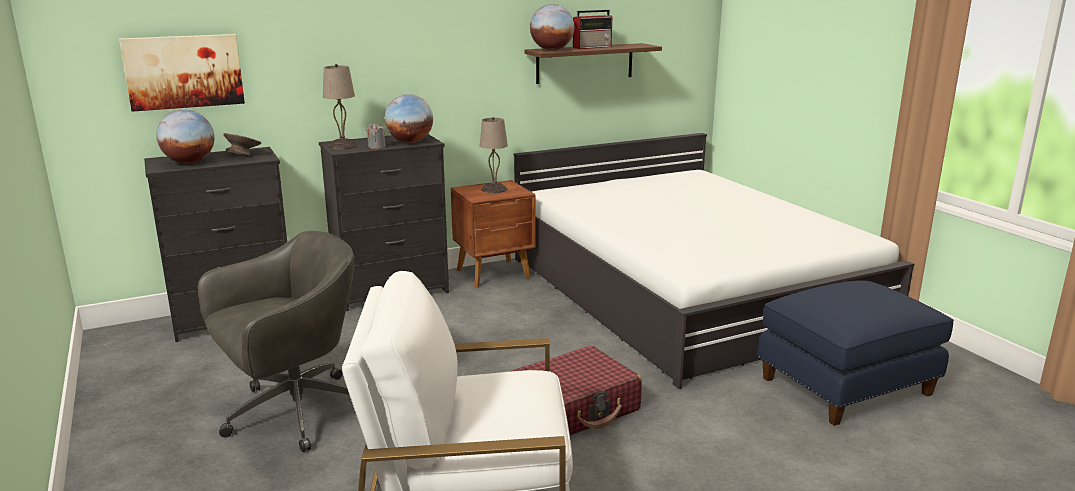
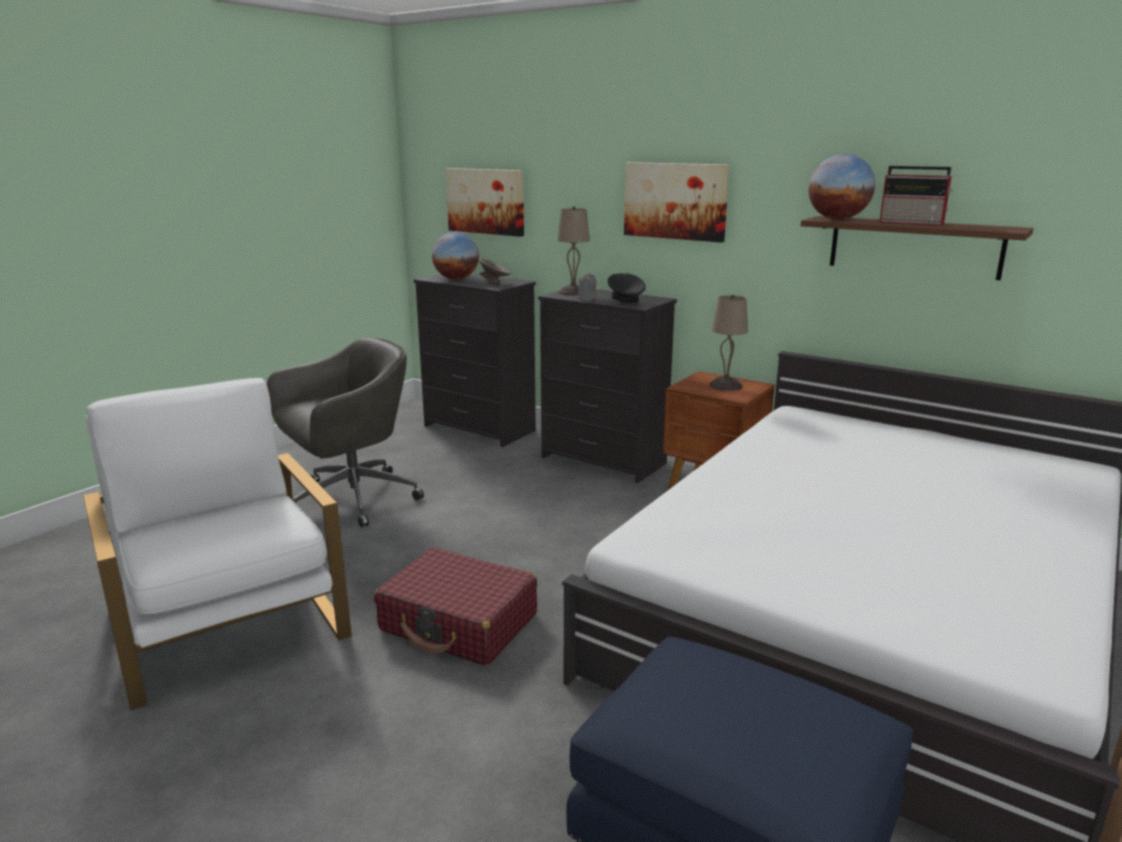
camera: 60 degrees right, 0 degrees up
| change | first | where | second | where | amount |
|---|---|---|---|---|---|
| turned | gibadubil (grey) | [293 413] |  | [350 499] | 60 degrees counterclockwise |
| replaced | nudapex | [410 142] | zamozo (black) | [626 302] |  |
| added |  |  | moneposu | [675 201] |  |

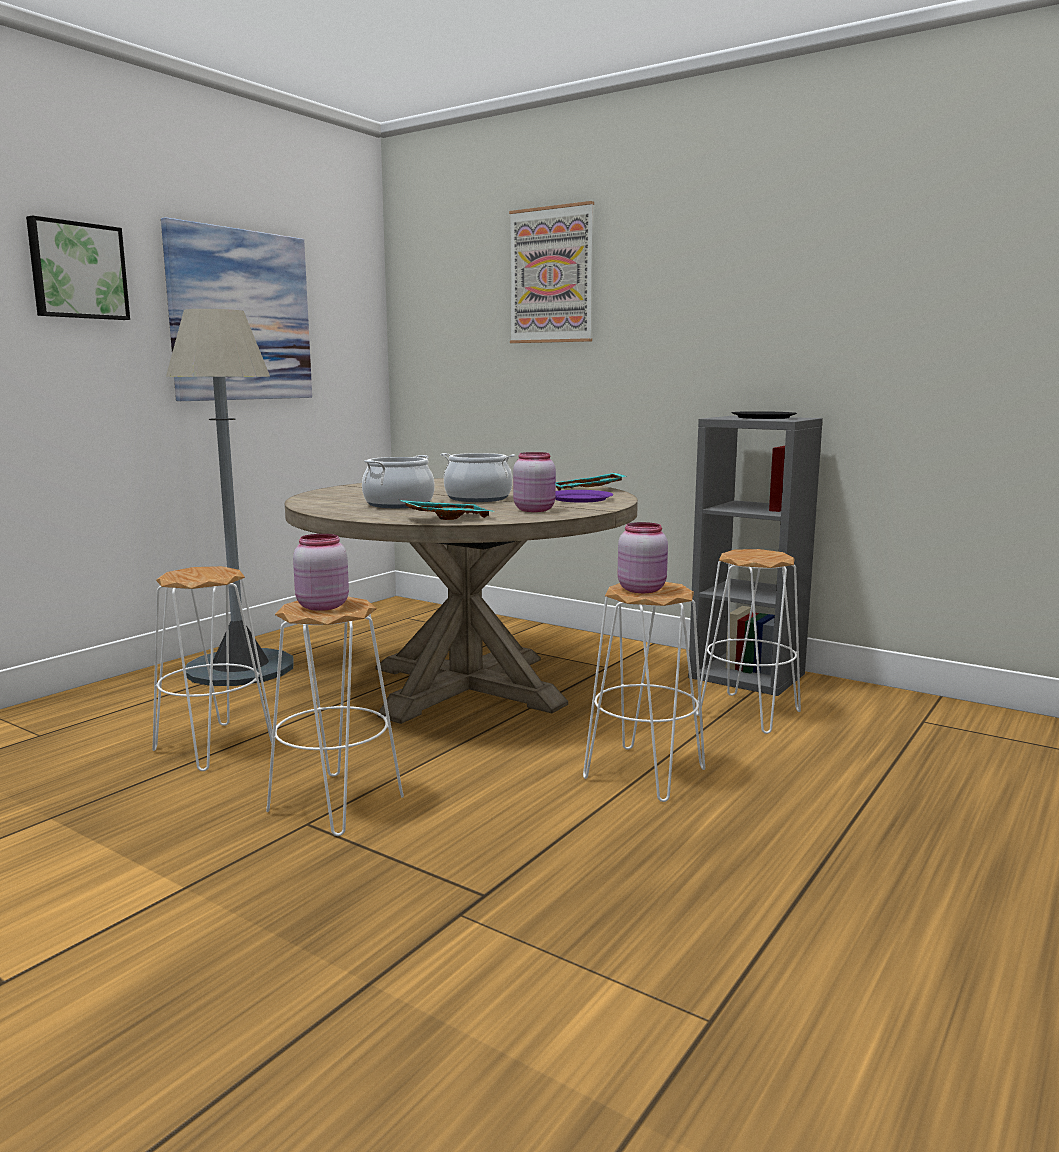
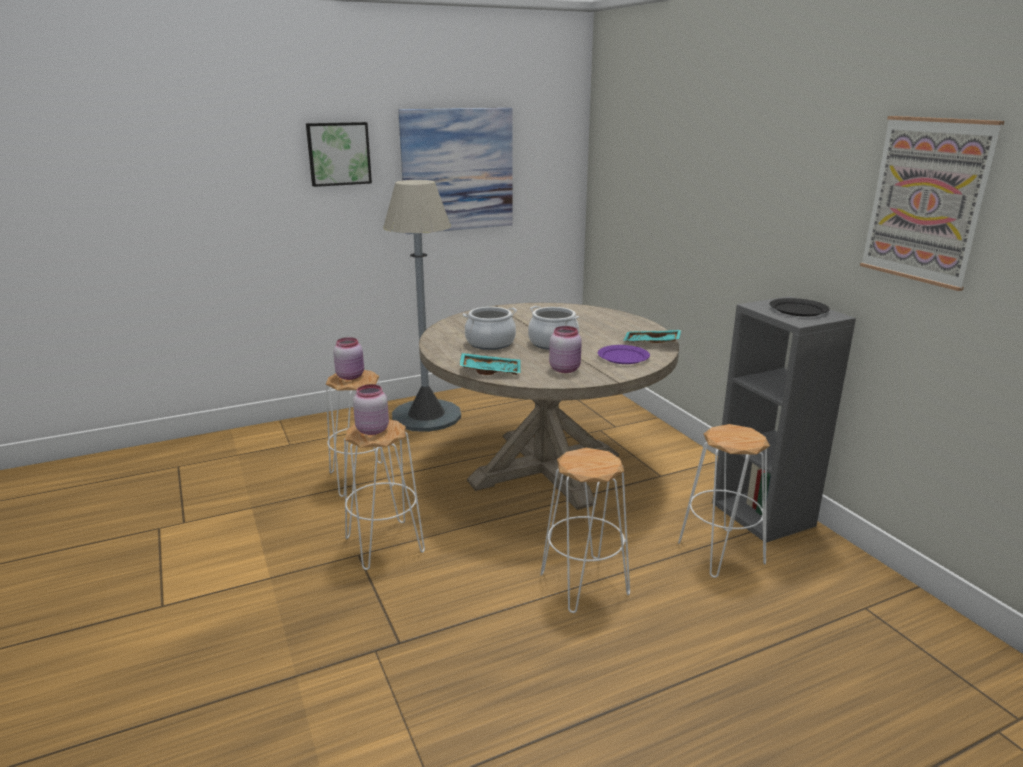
camera: 30 degrees right, 10 degrees up
| change | first | where | second | where | amount |
|---|---|---|---|---|---|
| moved | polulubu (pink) | [642 589] |  | [351 376] |  |
| moved | moneposu | [551 275] |  | [926 200] |  |

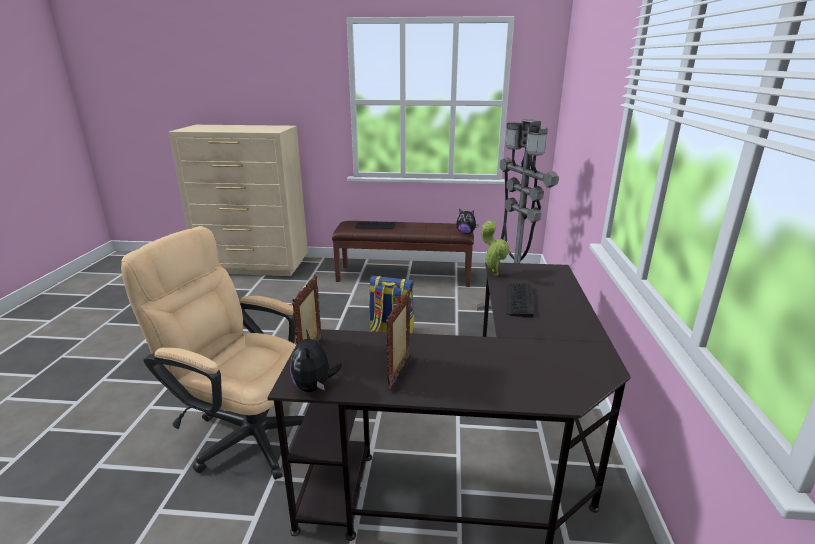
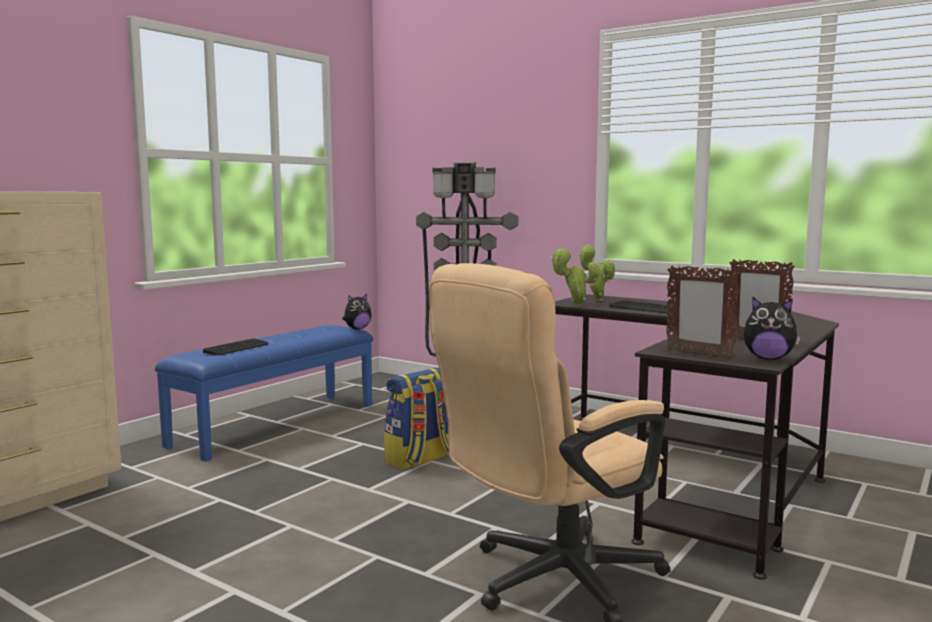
camera: 60 degrees left, 15 degrees down
| change | first | where | second | where | amount |
|---|---|---|---|---|---|
| recoloured | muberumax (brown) | [404 275] | muberumax (blue) | [276 424] |  |
| added |  |  | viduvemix | [597 300] |  |

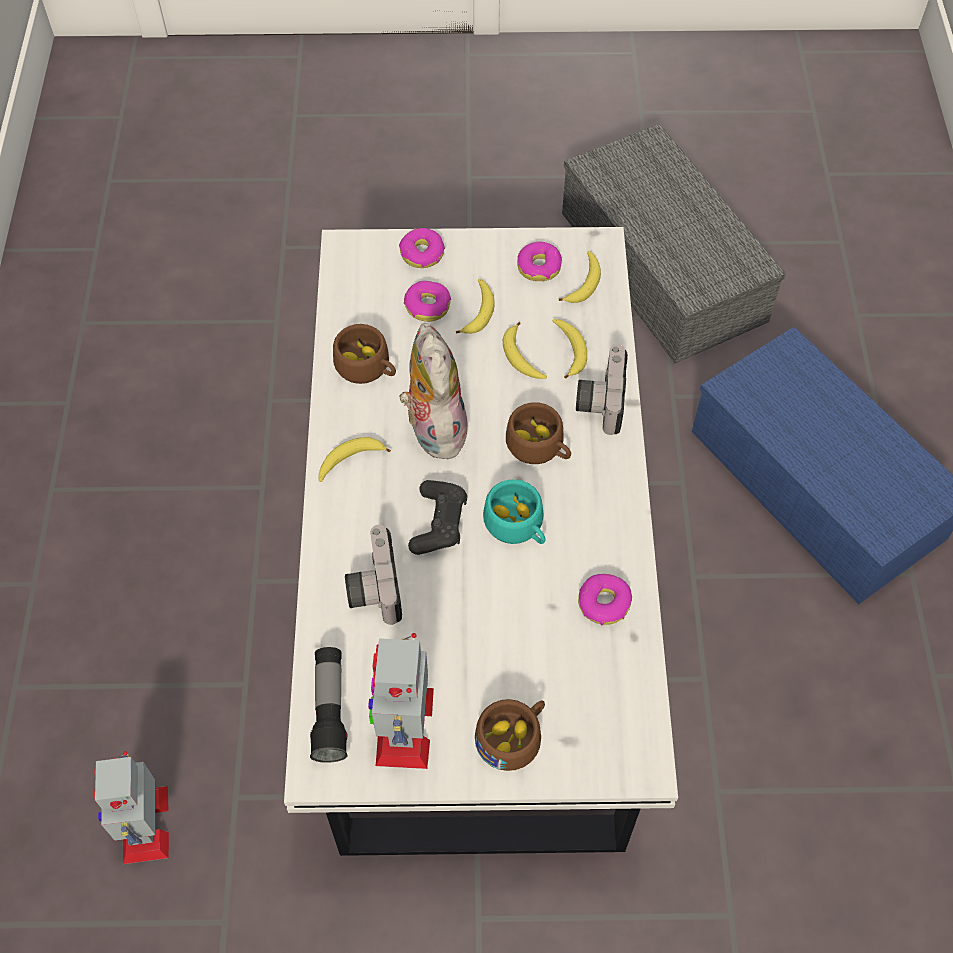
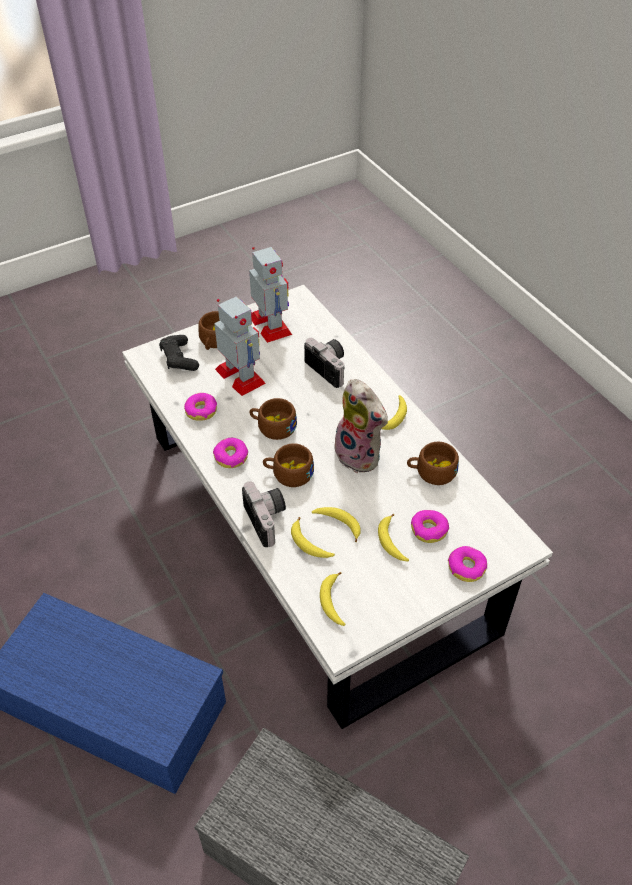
camera: 150 degrees right, 10 degrees down
| change | first | where | second | where | amount |
|---|---|---|---|---|---|
| moved | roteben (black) | [439 523] |  | [179 359] |  |
| moved | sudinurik | [539 267] |  | [231 457] |  |
| moved | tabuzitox | [145 823] |  | [241 376] |  |
| recoloured | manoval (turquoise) | [518 526] | manoval (brown) | [273 426] |  |
| removed | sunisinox | [330 709] |  |  |  |

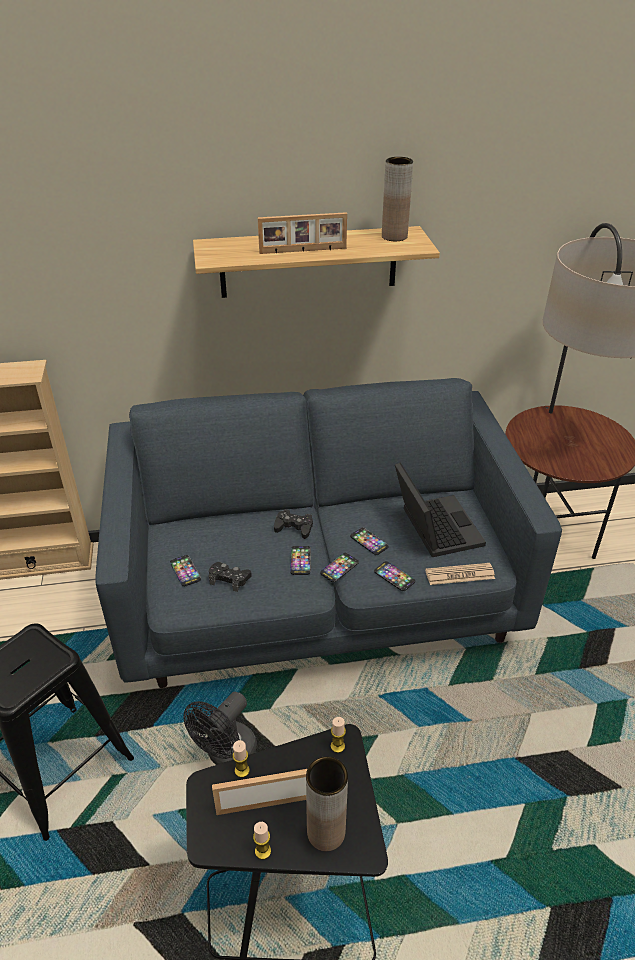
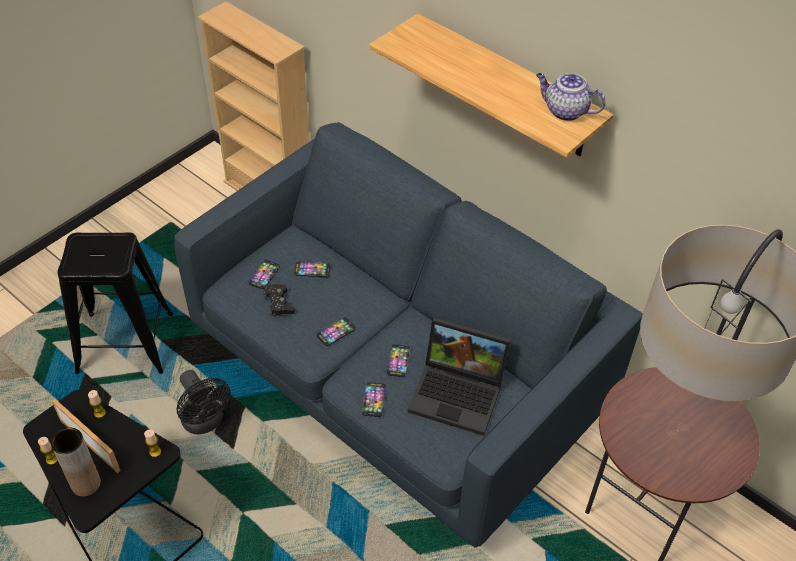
camera: 50 degrees right, 10 degrees up
| change | first | where | second | where | amount |
|---|---|---|---|---|---|
| turned | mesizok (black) | [226 755] |  | [205 422] | 120 degrees counterclockwise |
| moved | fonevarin | [339 568] |  | [312 270] |  |
| turned | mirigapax | [433 527] |  | [459 393] | 75 degrees clockwise |
| replaced | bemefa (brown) | [394 236] | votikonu | [565 111] |  |
| removed | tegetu | [303 251] |  |  |  |
| removed | roteben (black) | [294 527] |  |  |  |
| removed | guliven | [460 574] |  |  |  |

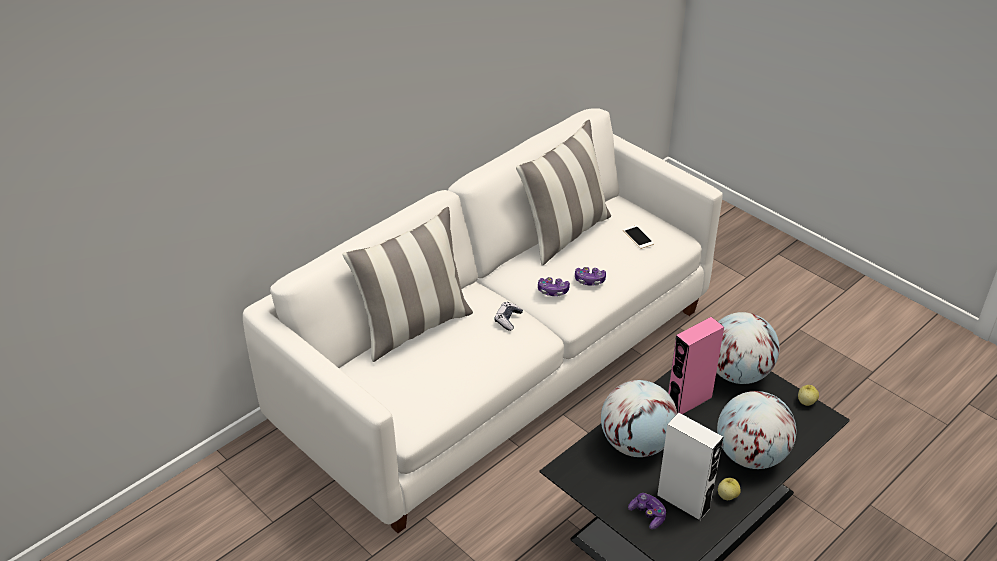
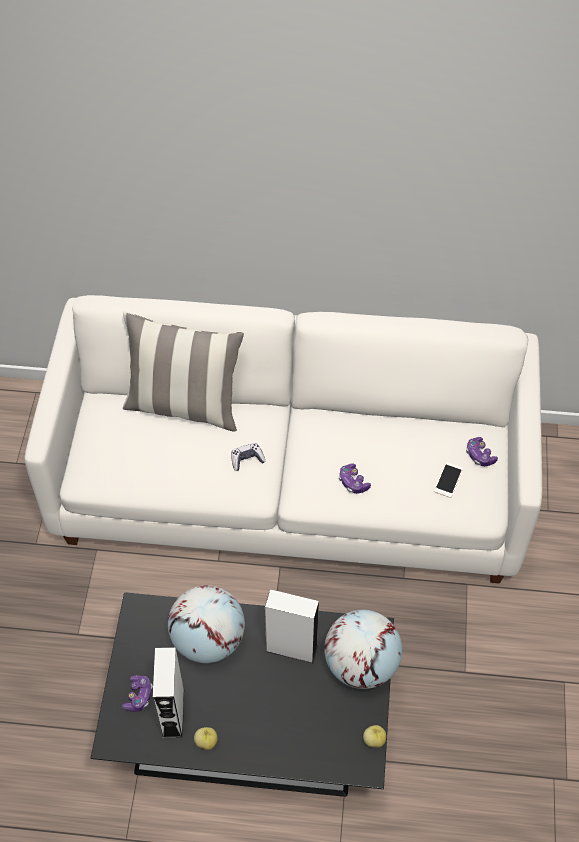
camera: 50 degrees right, 15 degrees up
| change | first | where | second | where | amount |
|---|---|---|---|---|---|
| recoloured | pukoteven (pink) | [689 402] | pukoteven (white) | [291 648] |  |
| moved | roteben | [553 291] |  | [479 455] |  |
| removed | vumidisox | [564 233] |  |  |  |
| removed | nudapex | [750 455] |  |  |  |

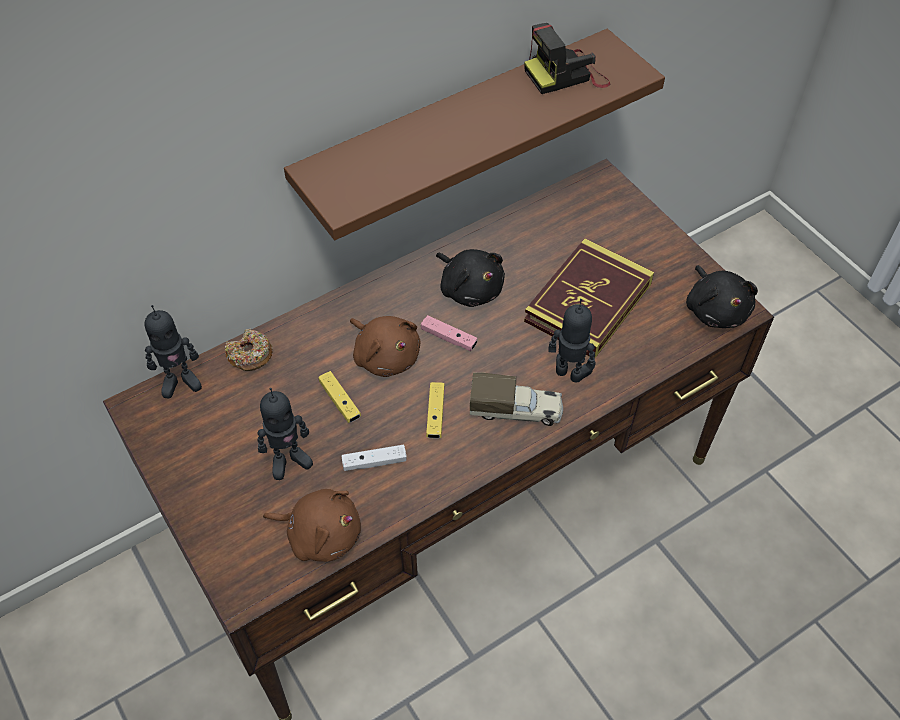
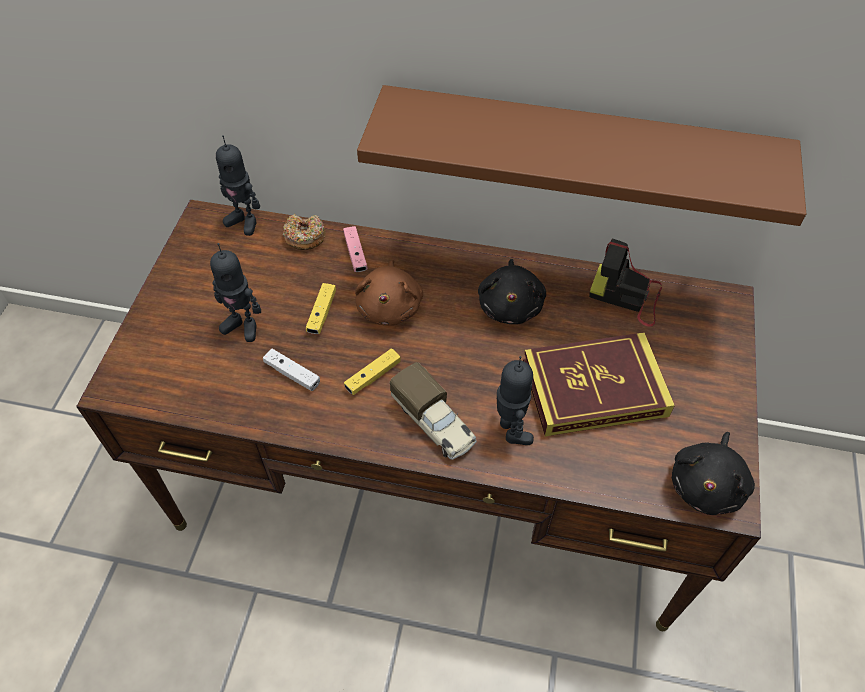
camera: 45 degrees right, 0 degrees up
| change | first | where | second | where | amount |
|---|---|---|---|---|---|
| moved | roteben (pink) | [448 338] |  | [355 254] |  |
| moved | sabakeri | [566 75] |  | [627 296] |  |
| removed | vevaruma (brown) | [321 534] |  |  |  |

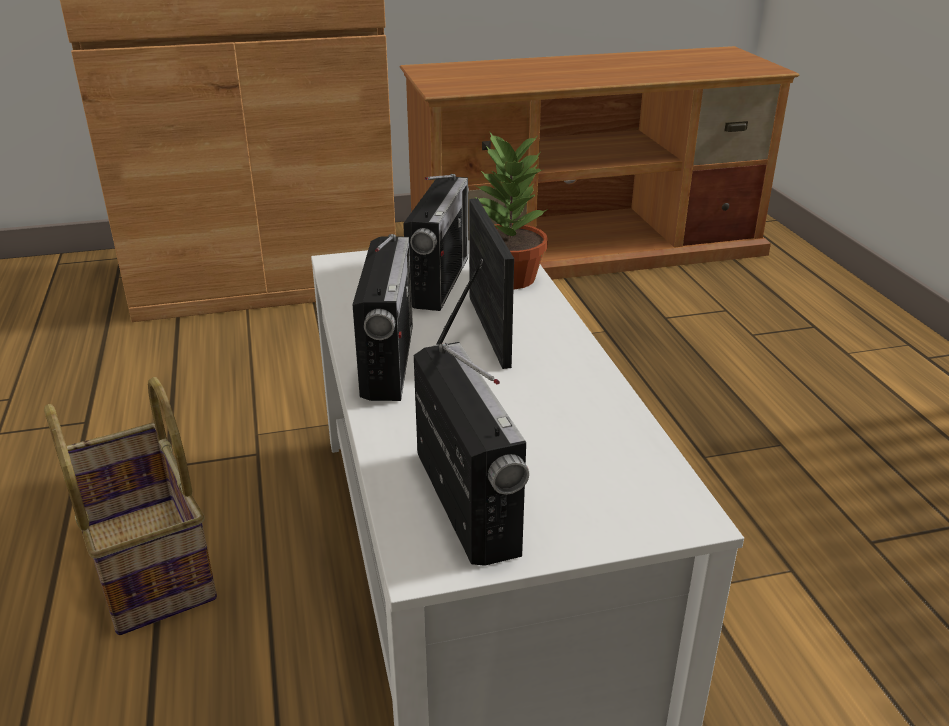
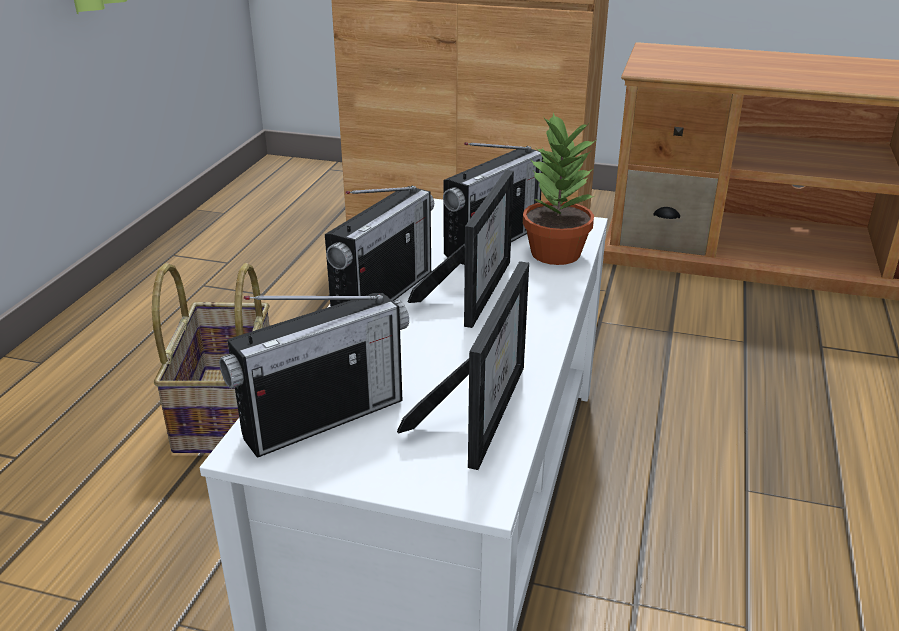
camera: 30 degrees right, 0 degrees up
| change | first | where | second | where | amount |
|---|---|---|---|---|---|
| turned | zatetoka | [466 502] |  | [323 418] | 45 degrees clockwise |
| added |  |  | tegetu | [481 409] |  |

